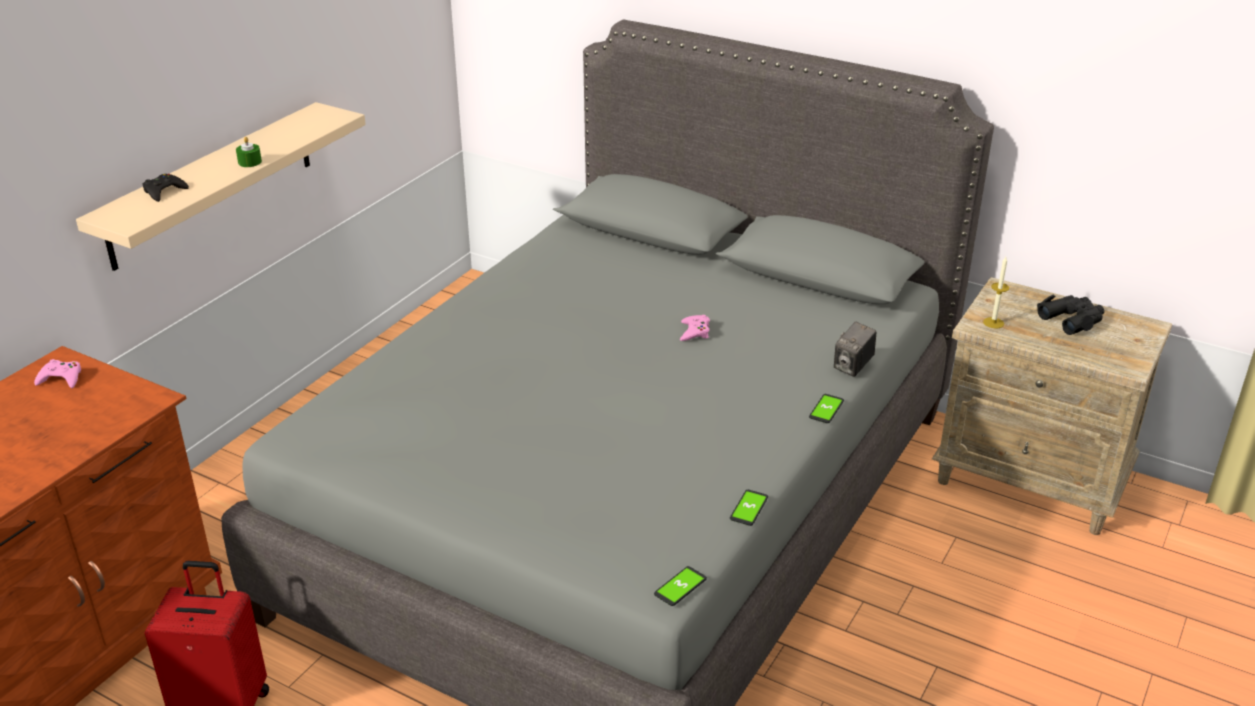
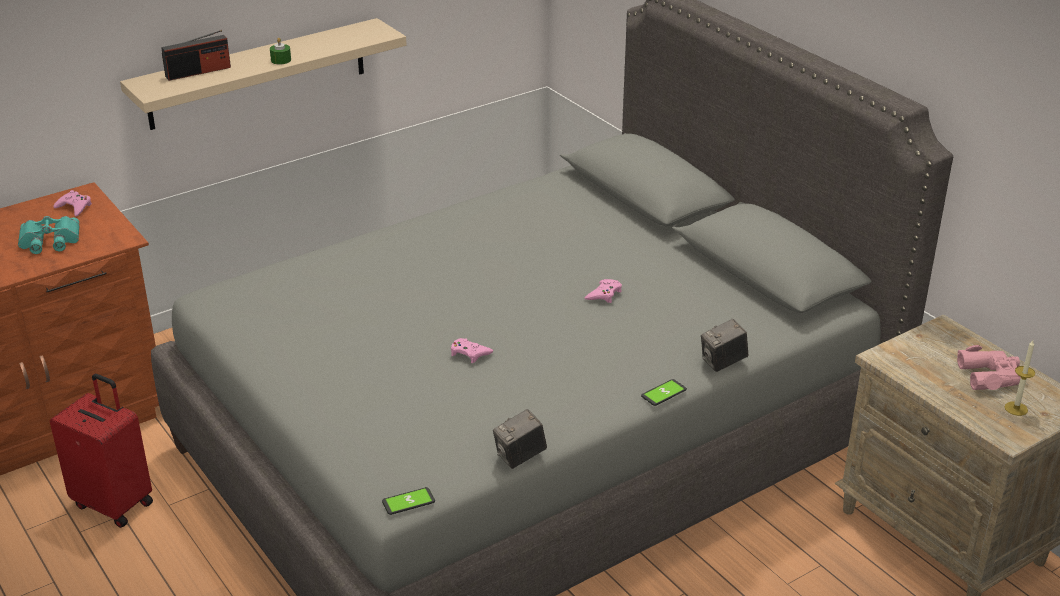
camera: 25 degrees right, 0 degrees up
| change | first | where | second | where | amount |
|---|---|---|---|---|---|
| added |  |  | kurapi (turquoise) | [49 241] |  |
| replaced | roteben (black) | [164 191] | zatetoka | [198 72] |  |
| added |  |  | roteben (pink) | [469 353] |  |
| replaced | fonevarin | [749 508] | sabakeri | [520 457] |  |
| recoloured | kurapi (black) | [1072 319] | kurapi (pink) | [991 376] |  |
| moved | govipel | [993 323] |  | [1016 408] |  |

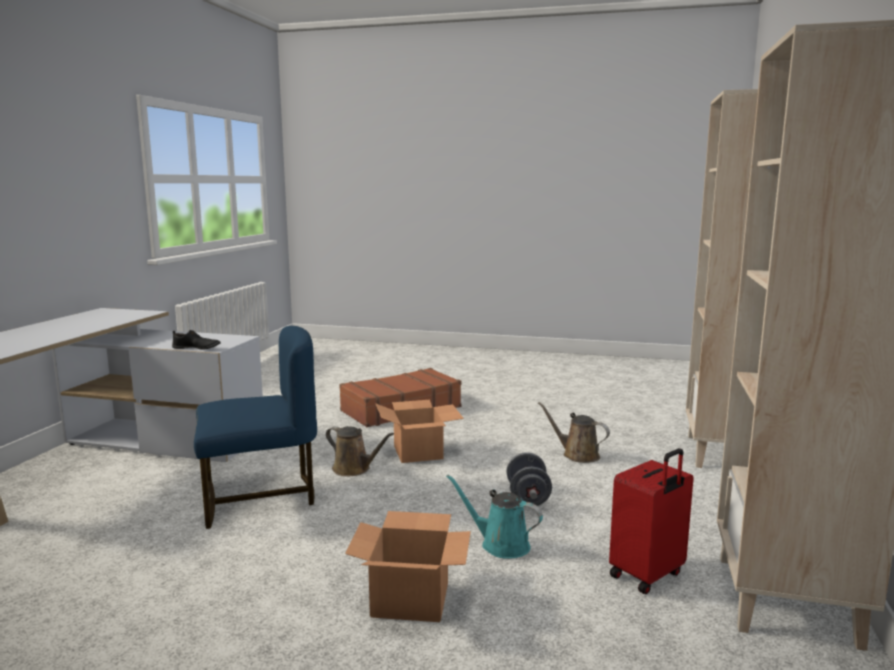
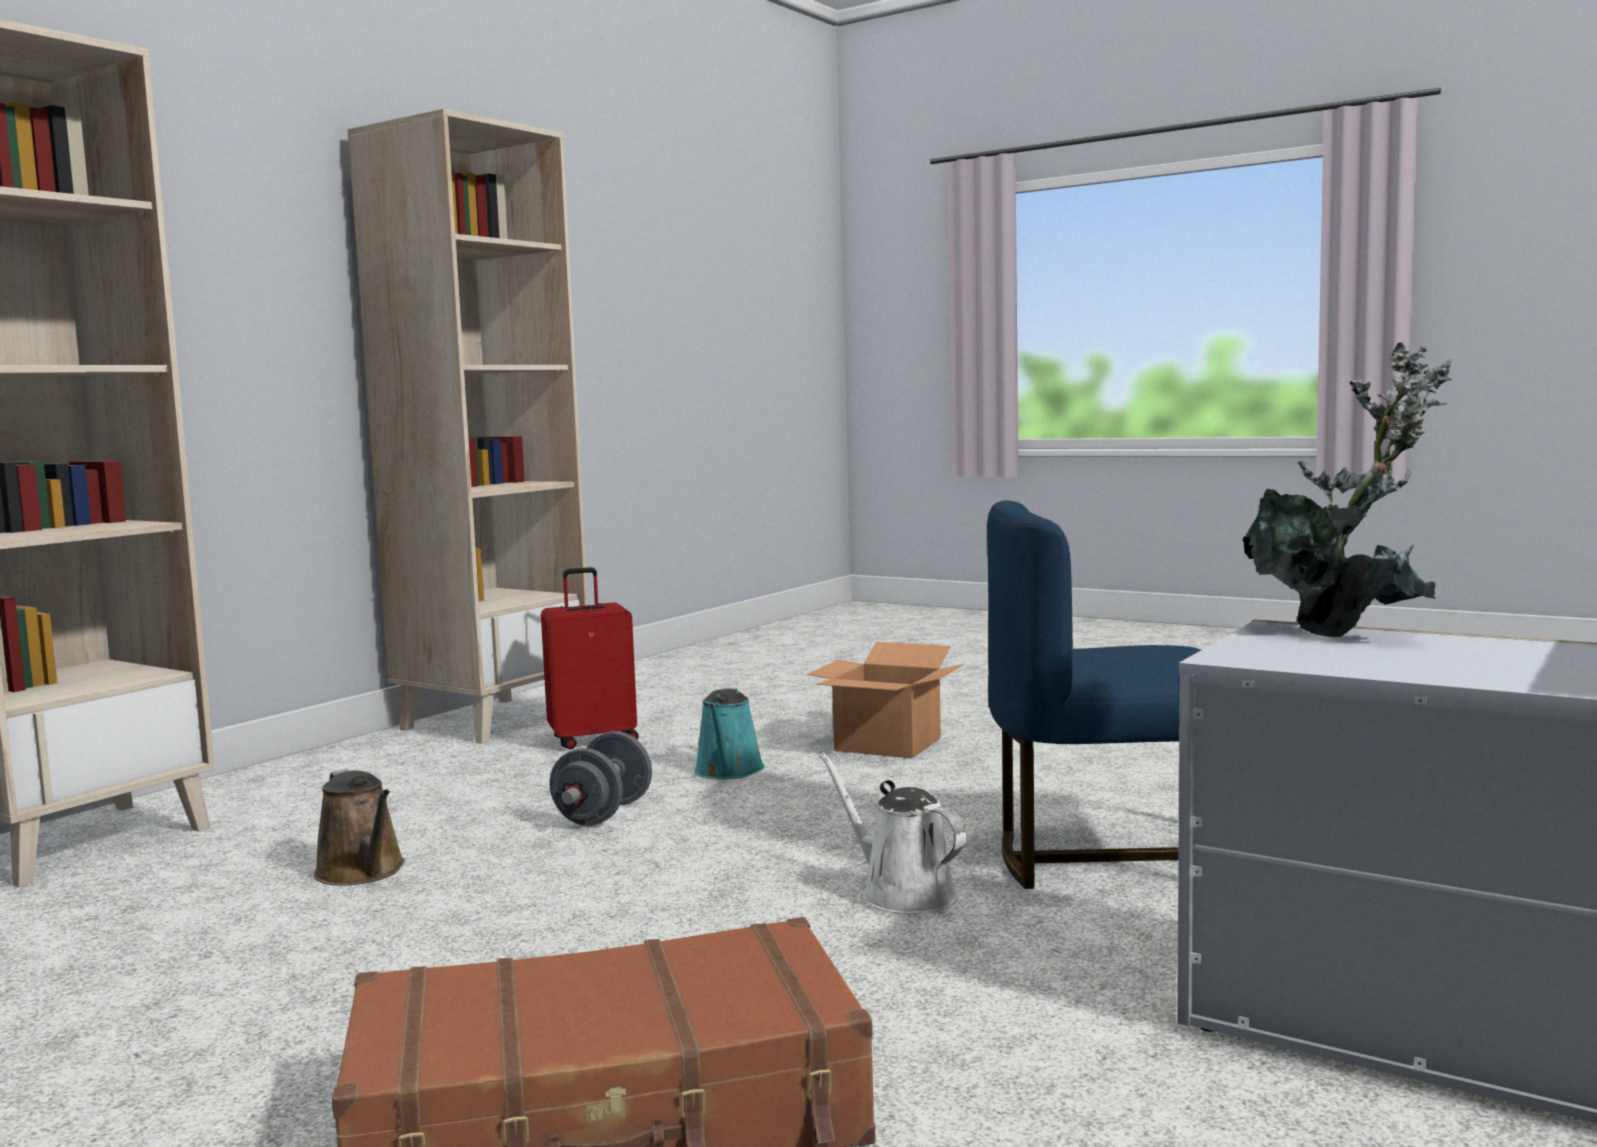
camera: 160 degrees left, 5 degrees down
| change | first | where | second | where | amount |
|---|---|---|---|---|---|
| turned | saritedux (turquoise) | [500 544] |  | [728 771] | 45 degrees clockwise |
| recoloured | saritedux (brown) | [354 469] | saritedux (white) | [901 894] |  |
| replaced | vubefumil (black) | [196 348] | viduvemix | [1344 631] |  |
| removed | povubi | [417 452] |  |  |  |

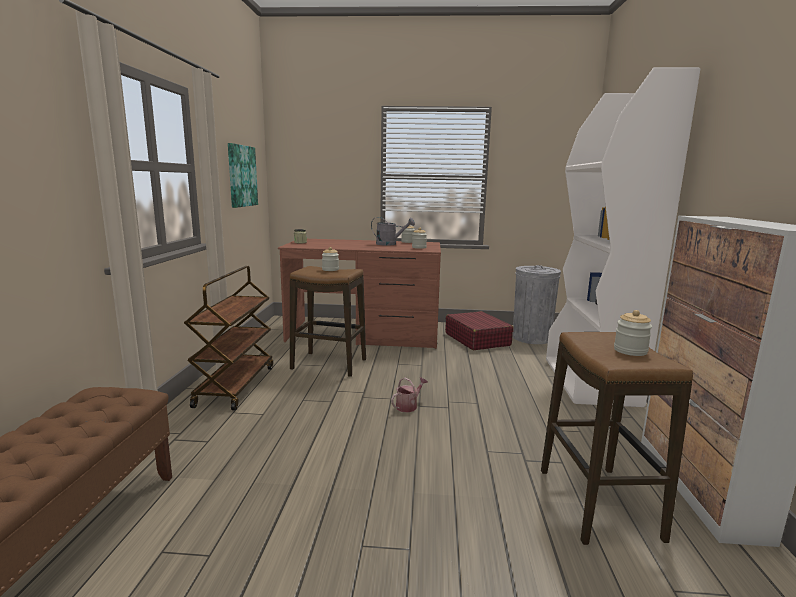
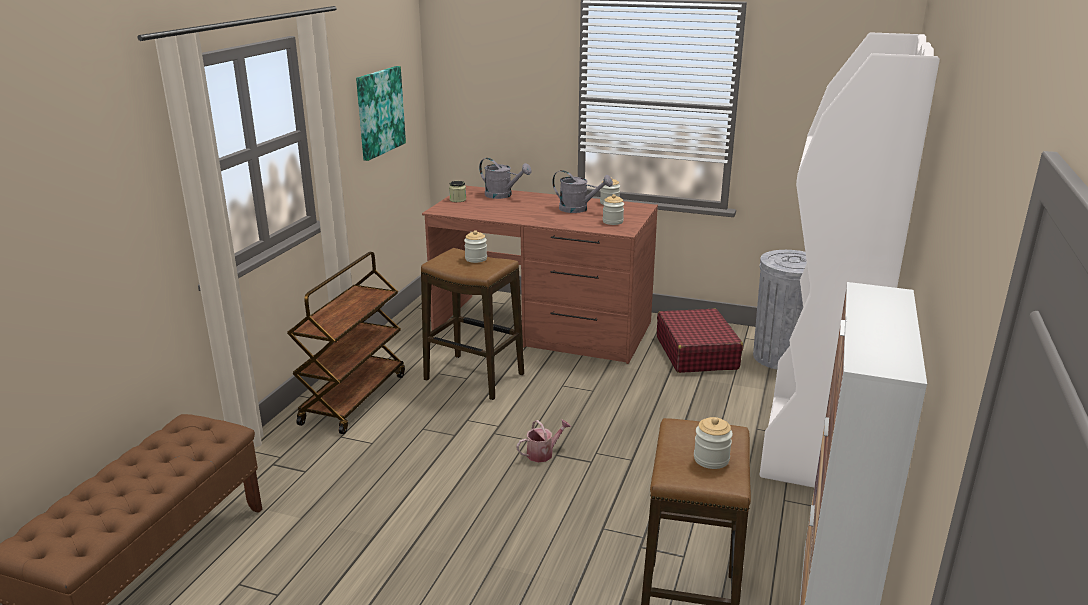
camera: 15 degrees right, 10 degrees up
| change | first | where | second | where | amount |
|---|---|---|---|---|---|
| added |  |  | saritedux (grey) | [503 195] |  |

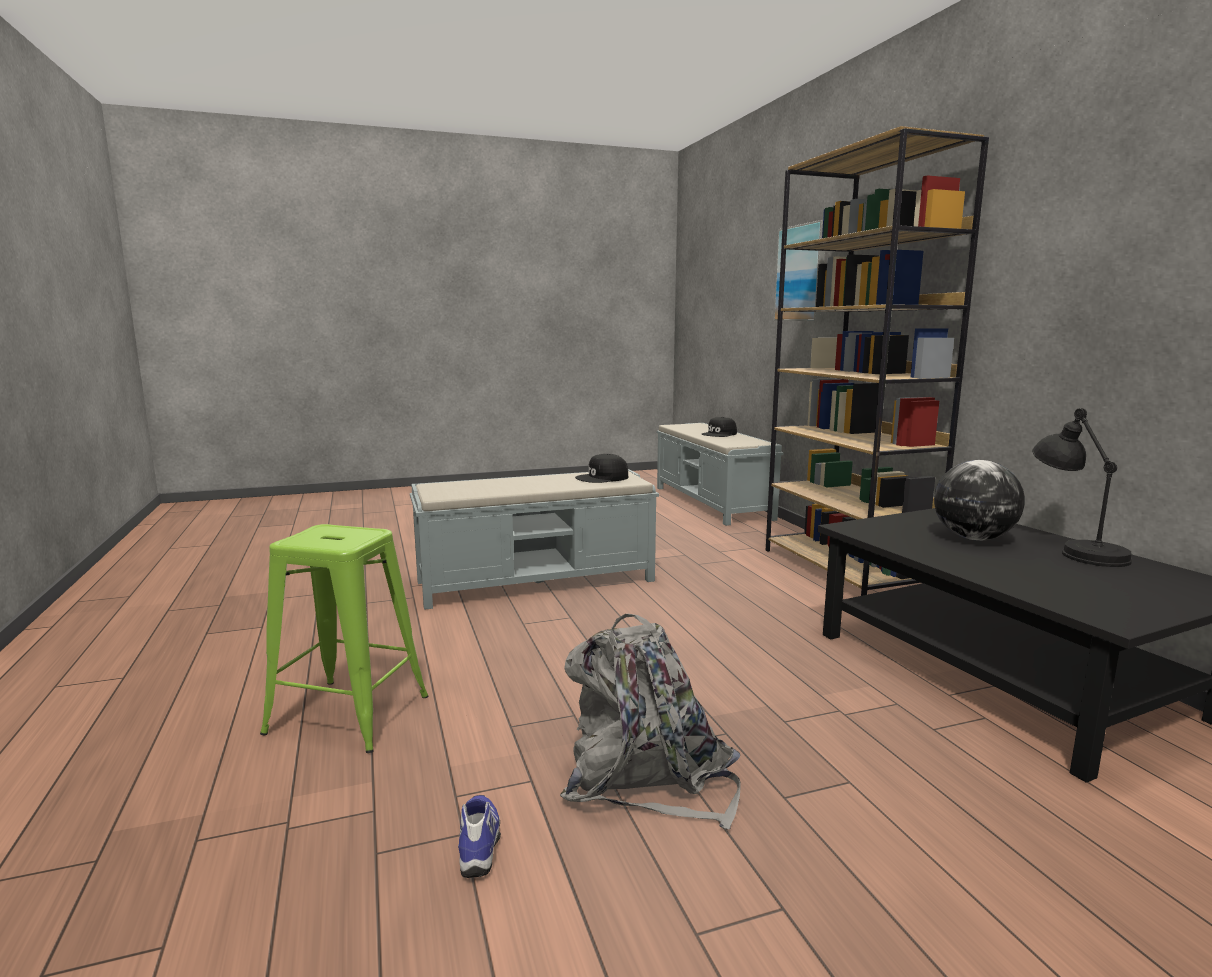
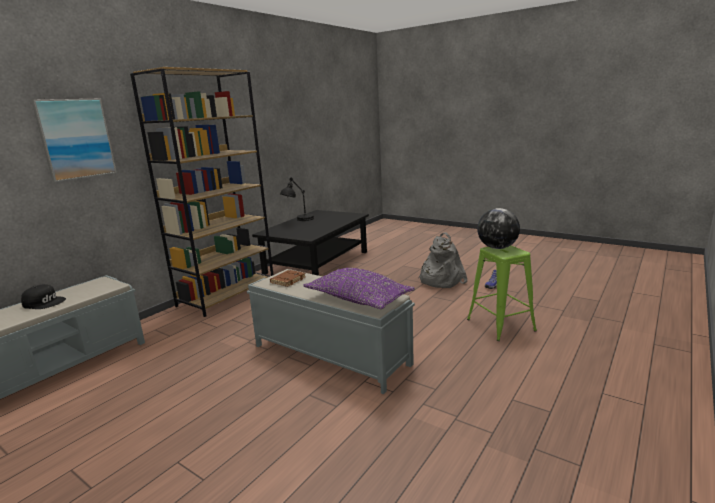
camera: 125 degrees left, 5 degrees up
| change | first | where | second | where | amount |
|---|---|---|---|---|---|
| replaced | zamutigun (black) | [602 478] | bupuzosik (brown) | [288 280] |  |
| added |  |  | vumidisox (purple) | [358 299] |  |
| moved | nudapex | [973 538] |  | [497 248] |  |

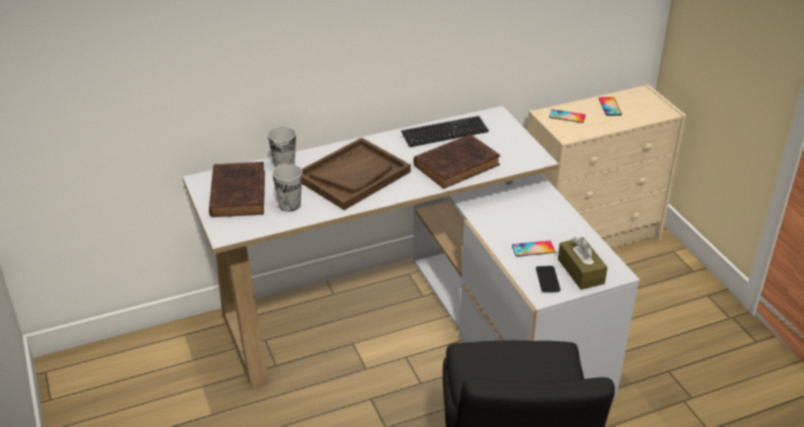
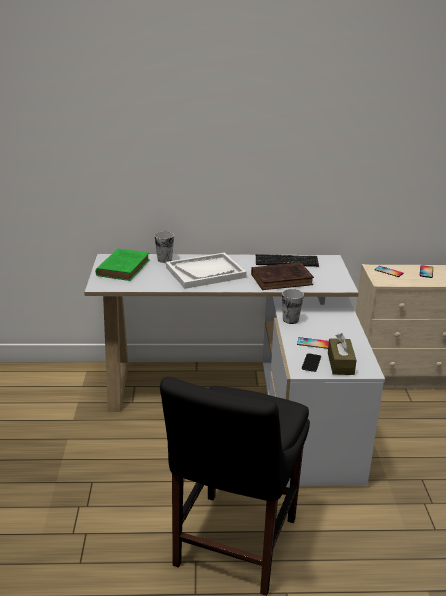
camera: 20 degrees right, 10 degrees down
| change | first | where | second | where | amount |
|---|---|---|---|---|---|
| recoloured | bupuzosik (brown) | [238 192] | bupuzosik (green) | [124 267] |  |
| recoloured | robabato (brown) | [353 175] | robabato (white) | [205 272] |  |
| moved | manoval | [289 205] |  | [290 320] |  |

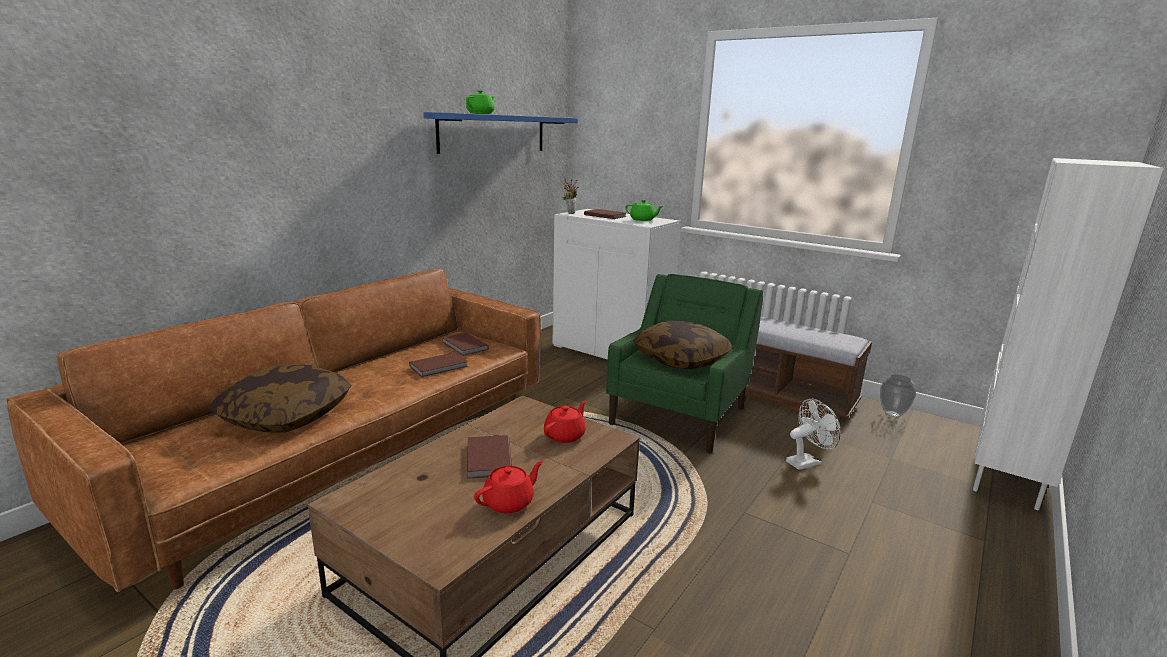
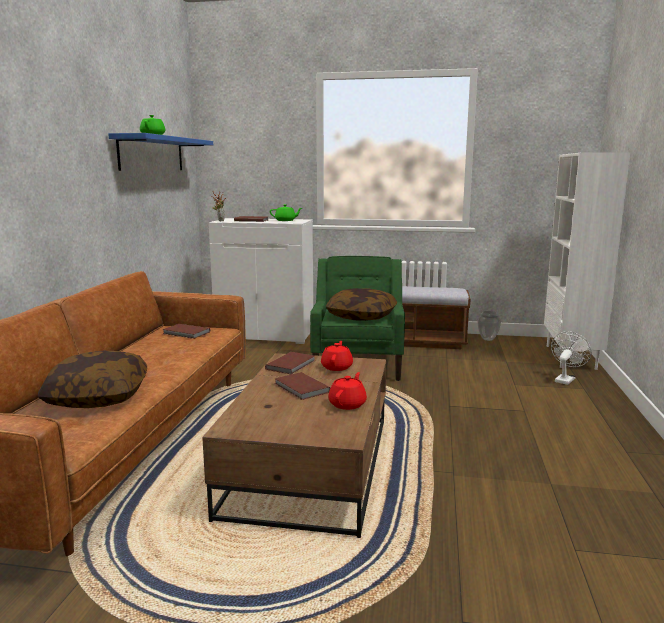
camera: 25 degrees left, 5 degrees down
| change | first | where | second | where | amount |
|---|---|---|---|---|---|
| moved | bupuzosik (brown) | [440 367] |  | [292 365] |  |
| moved | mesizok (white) | [807 461] |  | [565 379] |  |

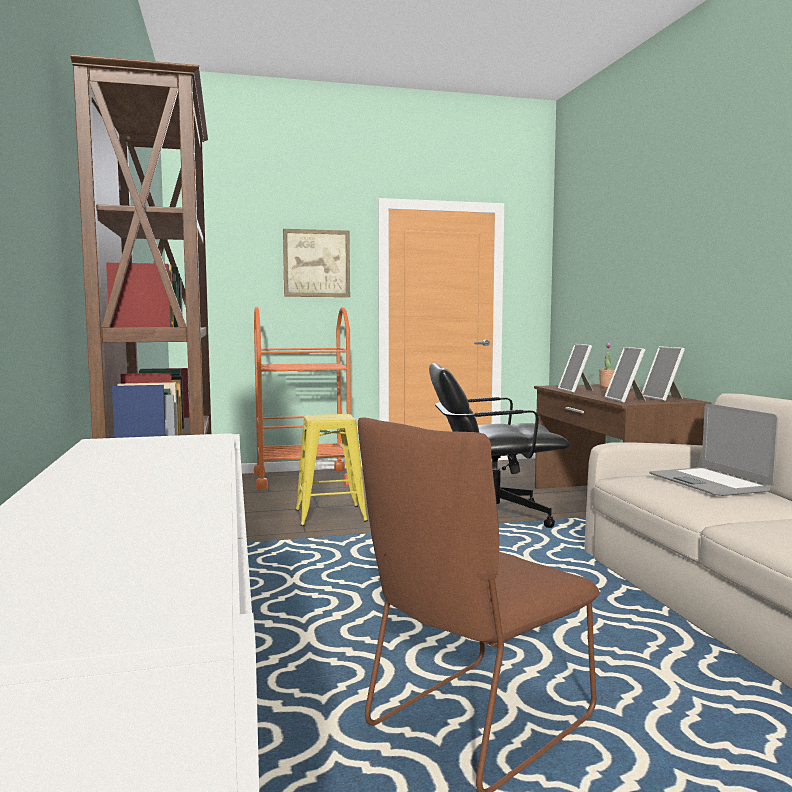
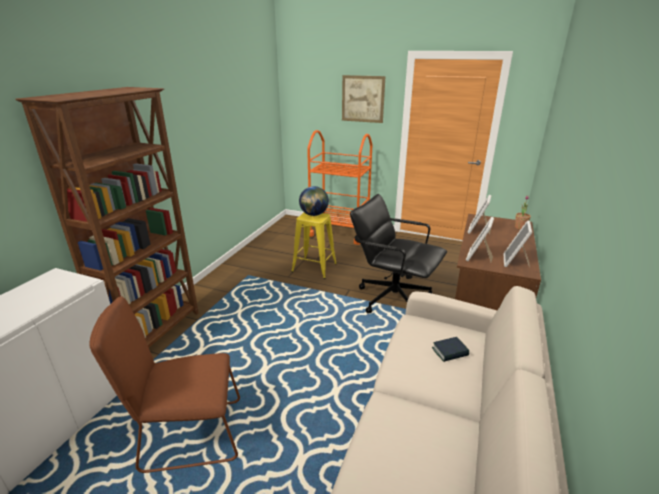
camera: 35 degrees right, 20 degrees up
| change | first | where | second | where | amount |
|---|---|---|---|---|---|
| added |  |  | nudapex | [314 214] |  |
| replaced | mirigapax | [709 483] | bupuzosik | [450 352] |  |

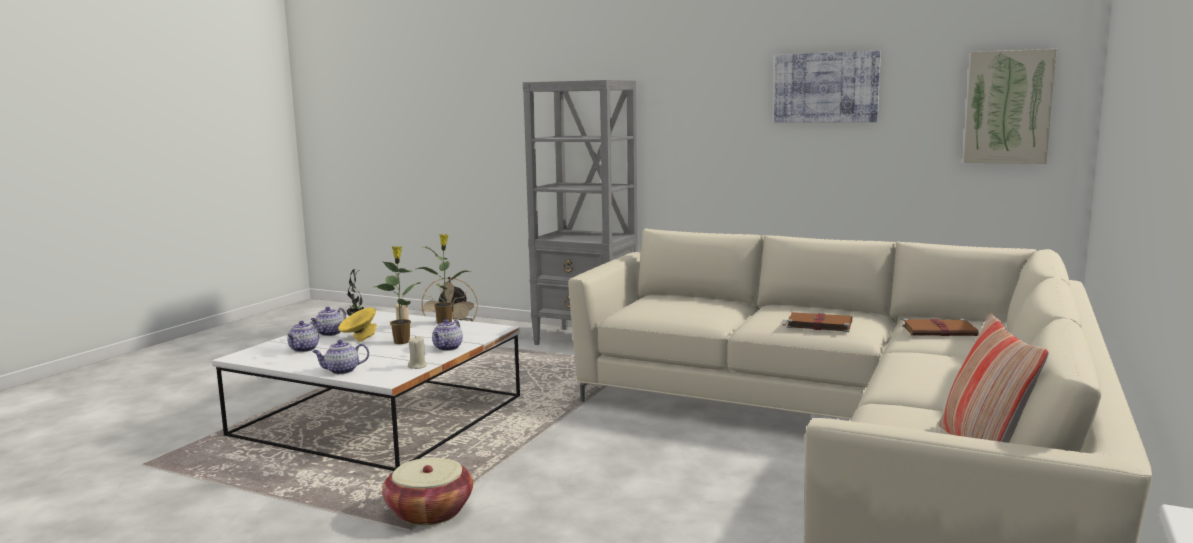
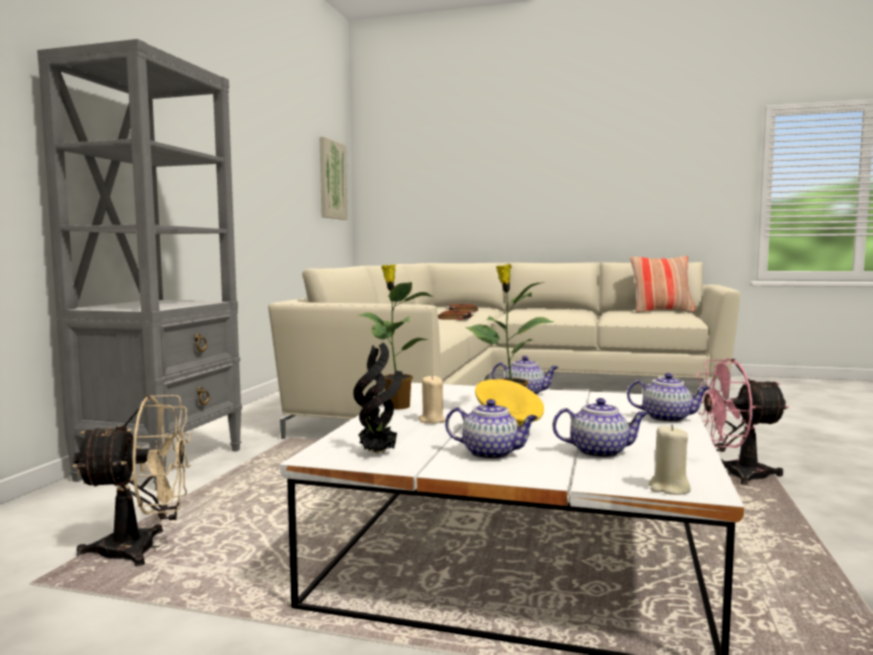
camera: 100 degrees left, 5 degrees down
| change | first | where | second | where | amount |
|---|---|---|---|---|---|
| turned | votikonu | [341 371] |  | [667 418] | 45 degrees counterclockwise |
| moved | govipel (beige) | [417 366] |  | [669 488] |  |
| replaced | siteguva | [429 512] | mesizok (pink) | [735 475] |  |
| removed | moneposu | [826 87] |  |  |  |

